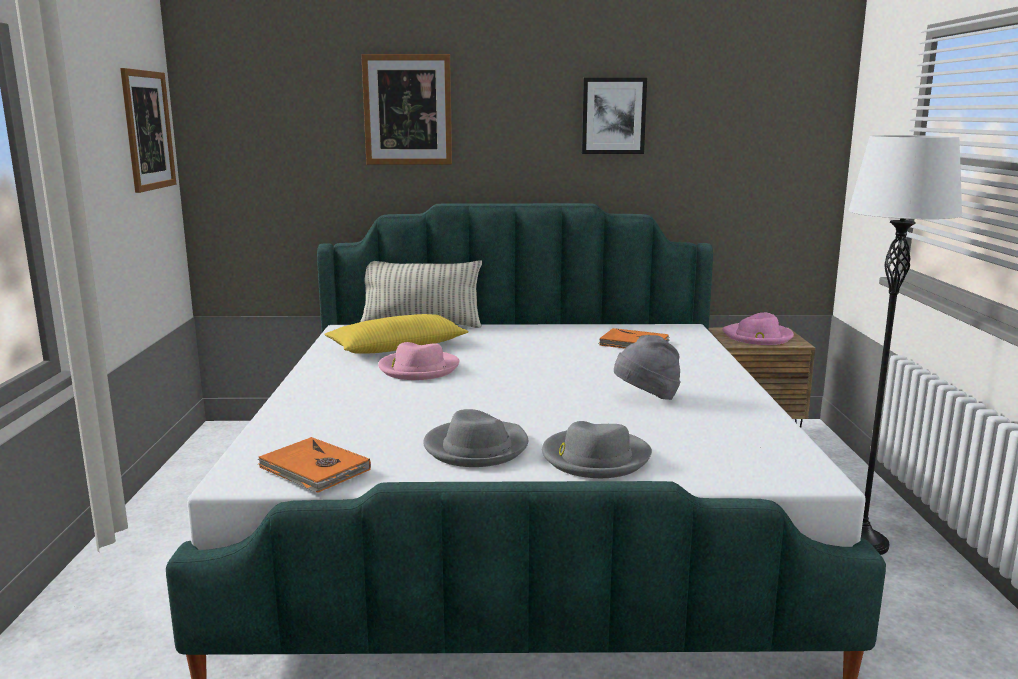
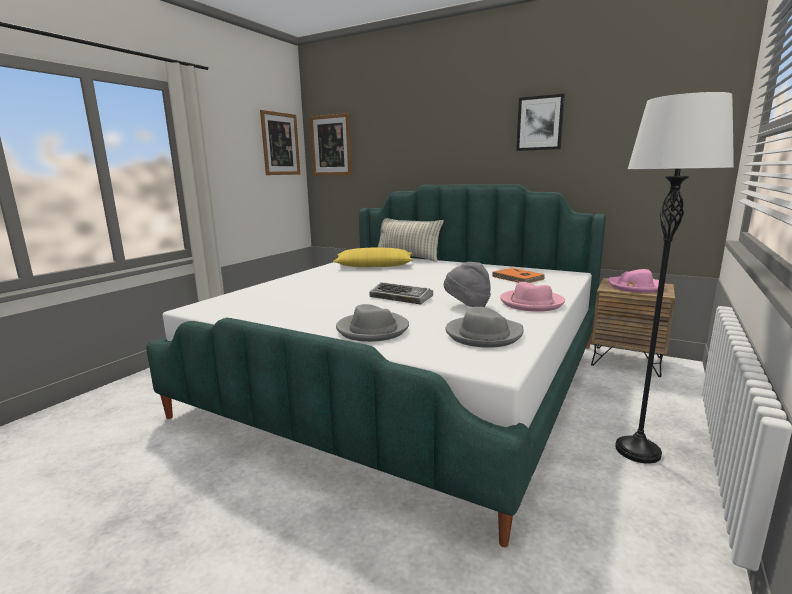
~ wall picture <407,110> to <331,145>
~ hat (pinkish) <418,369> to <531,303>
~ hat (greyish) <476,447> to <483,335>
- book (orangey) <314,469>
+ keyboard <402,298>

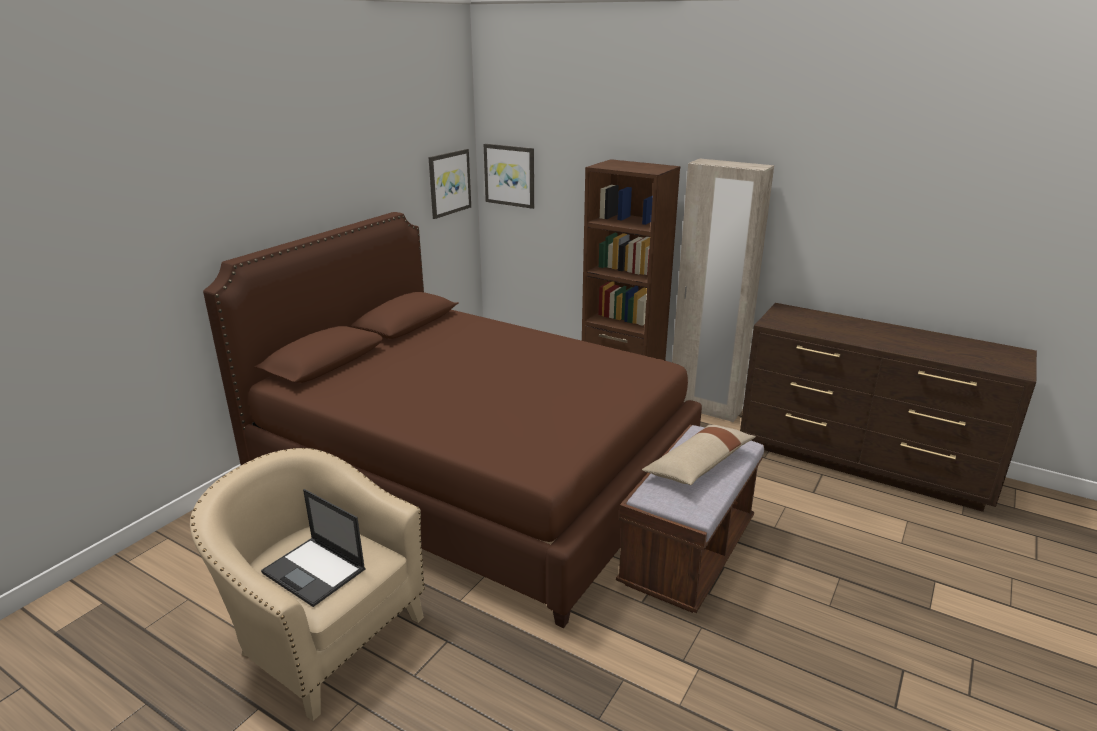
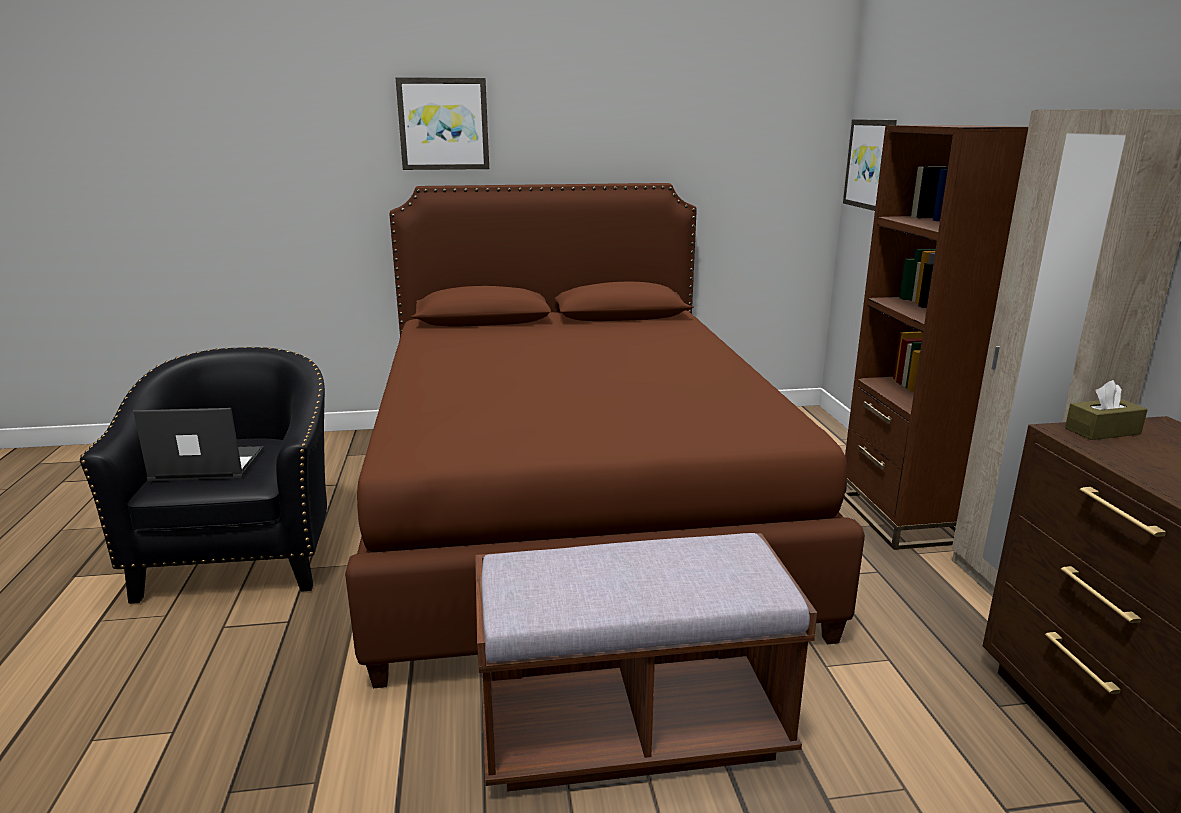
~ wall picture <449,183> to <443,124>
- pillow (beige) <699,465>
~ easy chair (beige) <323,636> to easy chair (blackish) <245,555>
~ portable computer <315,571> = <206,465> 90 degrees clockwise
+ tissue holder (brown-coloured) <1102,431>

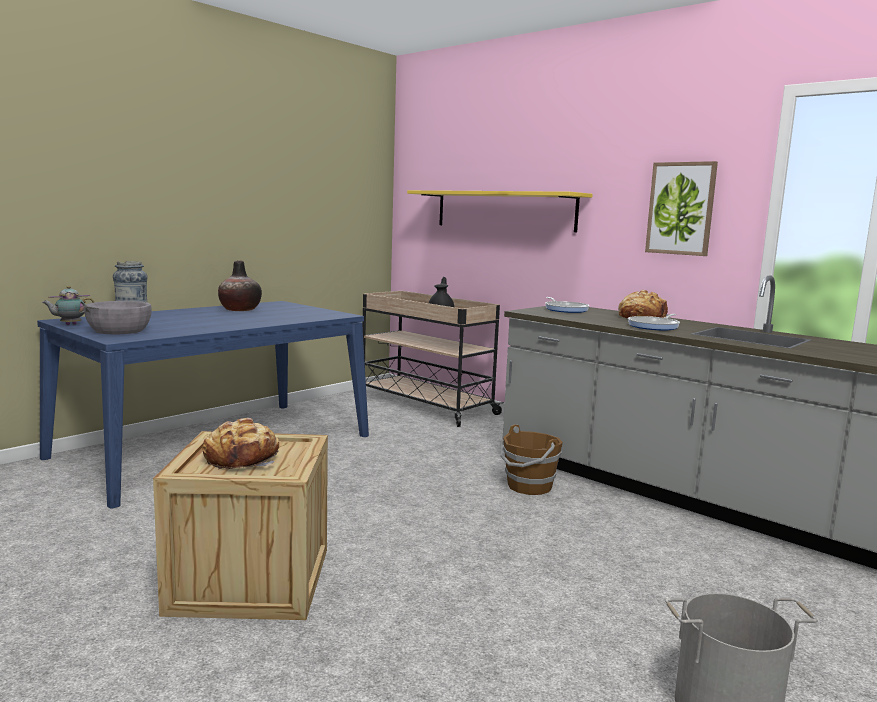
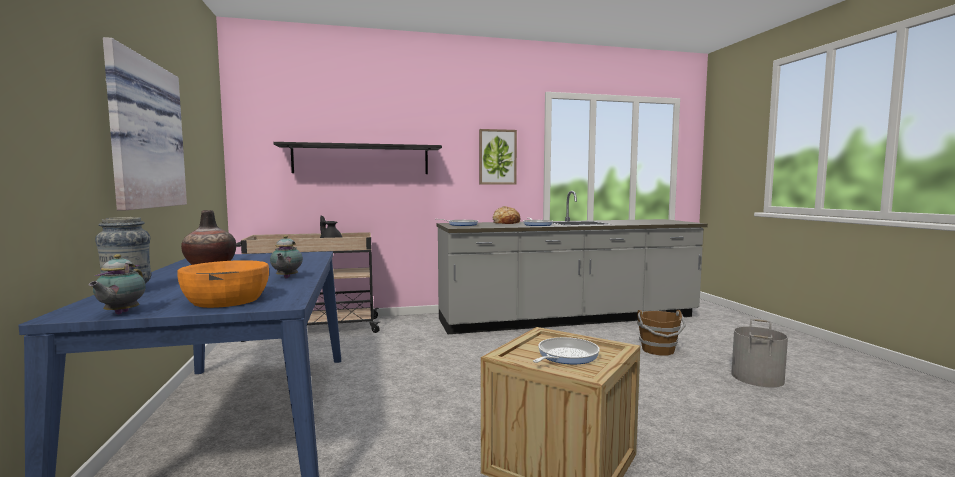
~ wall shelf (yellow-coloured) <504,210> to wall shelf (blackish) <361,160>
~ bowl (greyish) <119,330> to bowl (orangey) <227,300>
~ bakery bread <242,459> to frying pan <565,356>
~ bucket (brown-coloured) <528,486> to <658,350>
+ wall picture <141,134>
+ teapot <286,278>

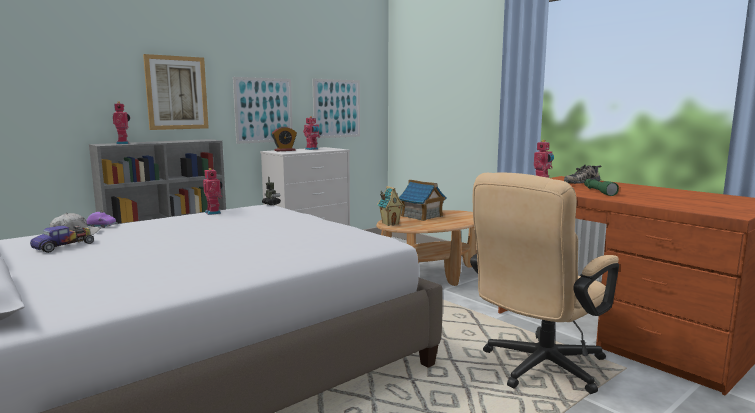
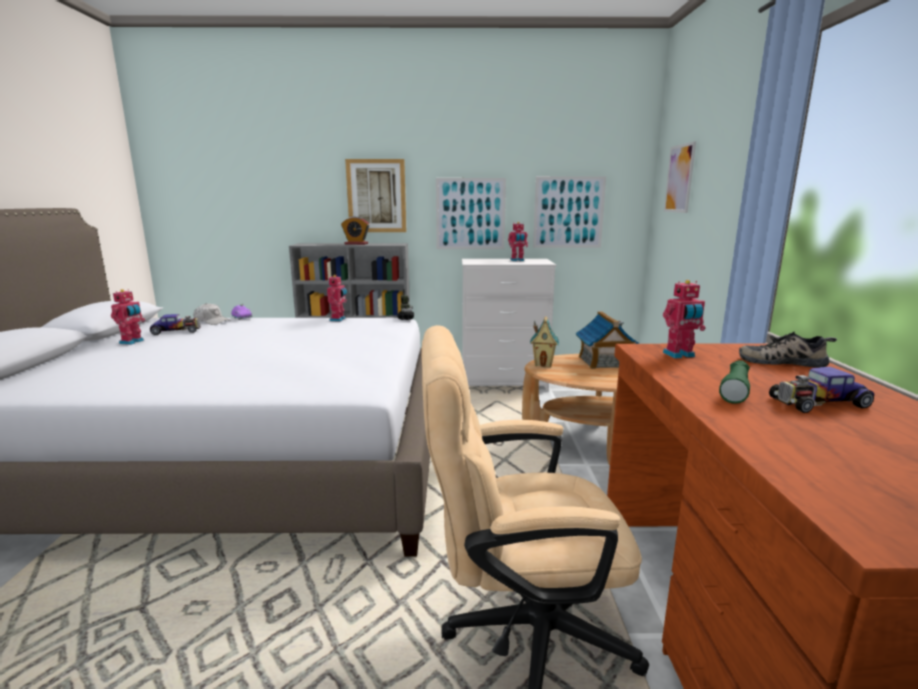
~ robot figure <123,143> to <132,342>
~ table clock <284,150> to <356,244>
+ wall picture <679,178>
+ model car <817,402>

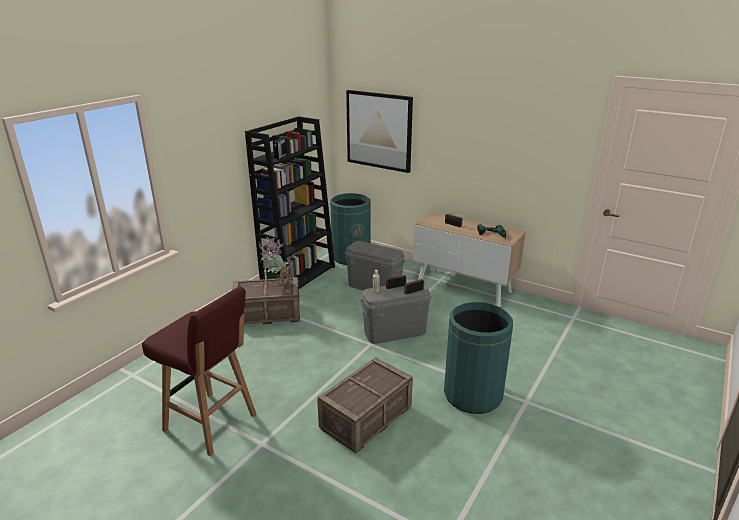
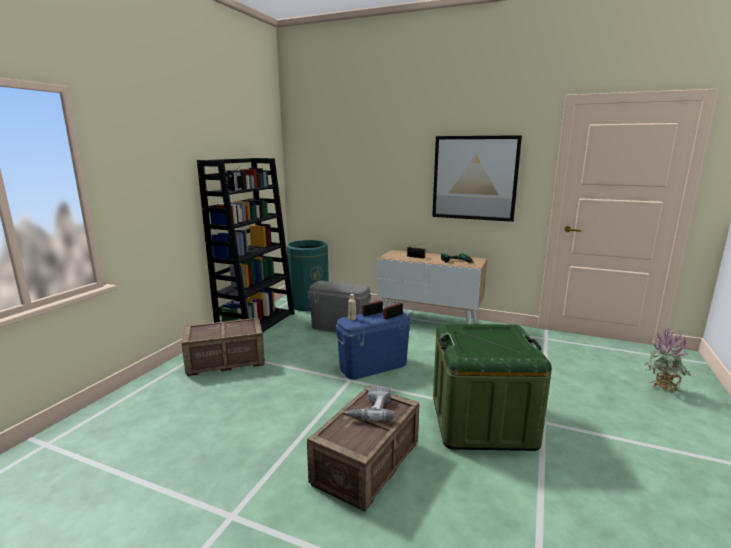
~ wall picture <379,130> to <474,178>
~ potted plant <277,285> to <662,391>
~ storage container (greyish) <395,332> to storage container (bluish) <373,366>
- sitting stool (reddish) <211,424>
~ rubbish bin (greenish) <472,395> to storage container (greenish) <482,421>
+ electric drill <370,409>

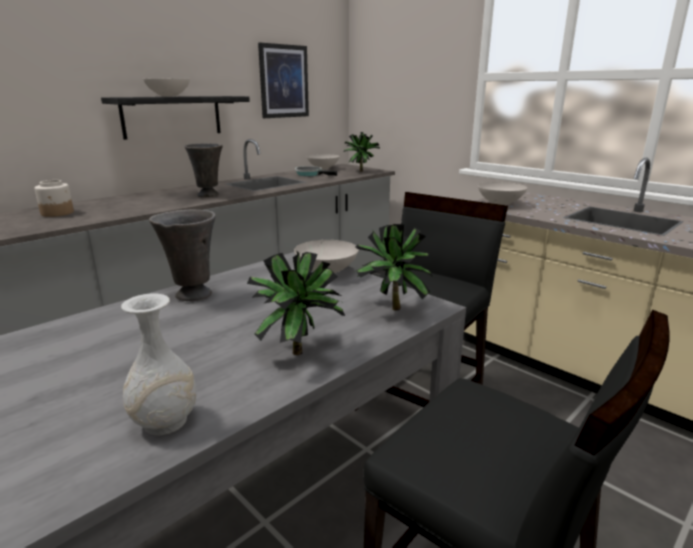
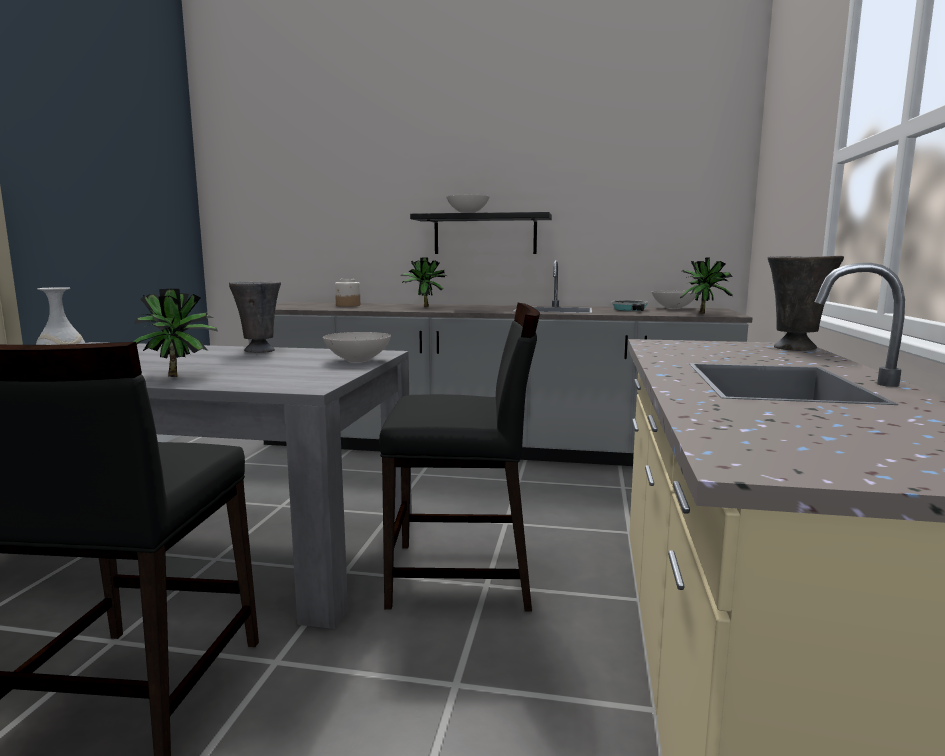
- wall picture <284,81>
~ flower vase (greyish) <209,195> to <795,349>
- bowl (white) <499,204>
~ potted plant <390,310> to <423,307>

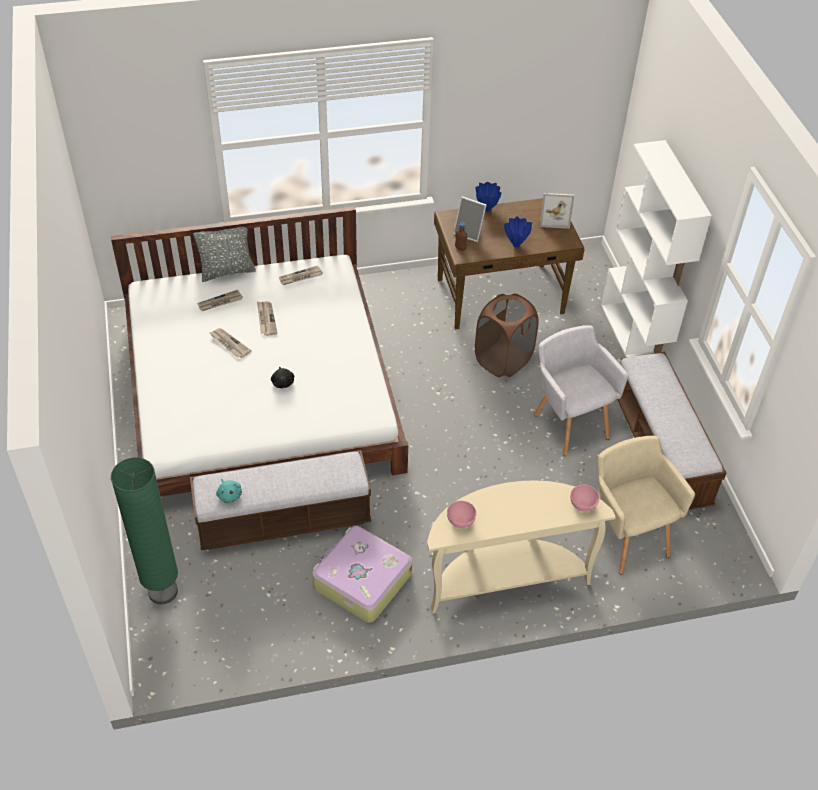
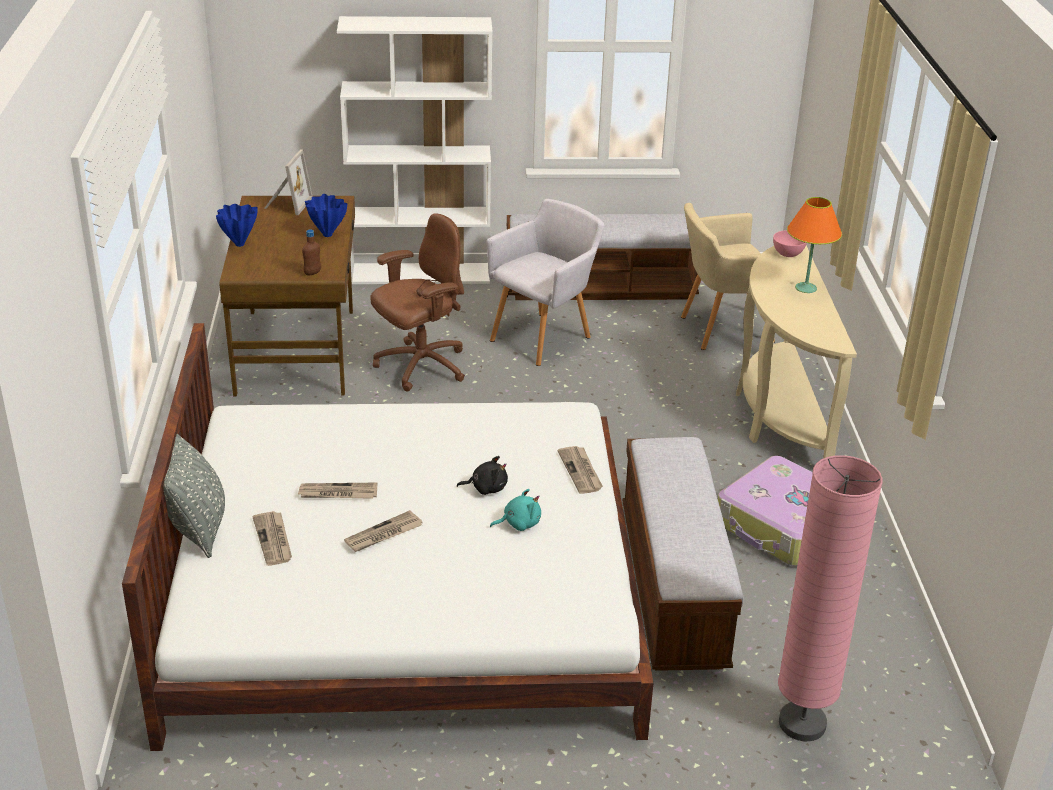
- picture frame <469,233>
~ newspaper <300,277> to <581,471>
~ laundry basket (brown-coloured) <503,360> to computer chair (brown-coloured) <420,366>
~ easy chair (greyish) <569,423> = <544,337> 150 degrees clockwise
~ standing lamp (greenish) <163,592> to standing lamp (pinkish) <802,724>
~ plush toy (turquoise) <229,495> to <519,523>
- bowl (pinkish) <460,521>
+ lamp for a table (orangey) <806,288>

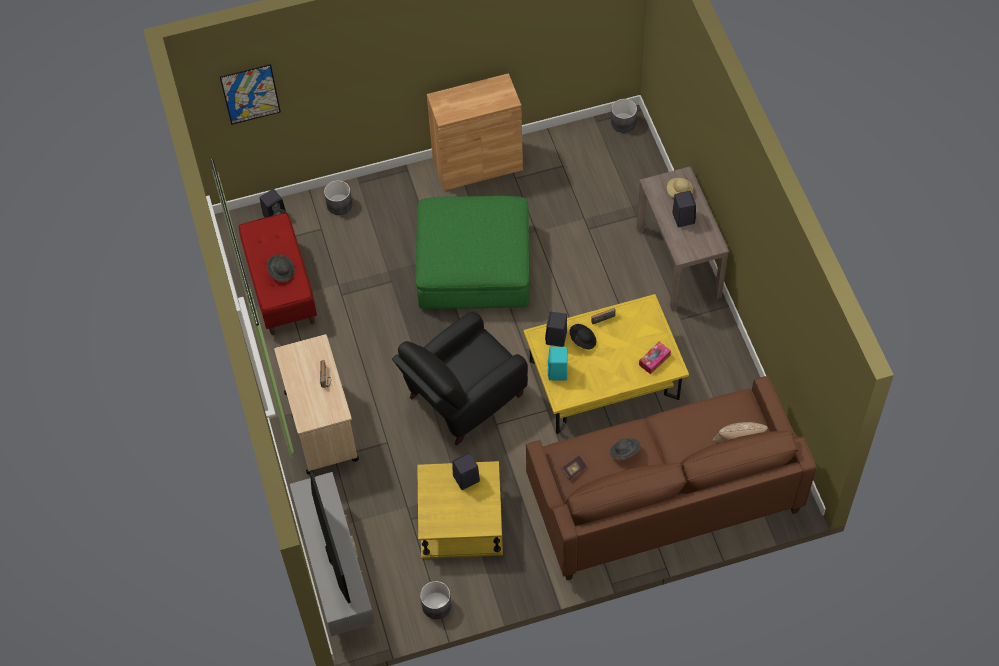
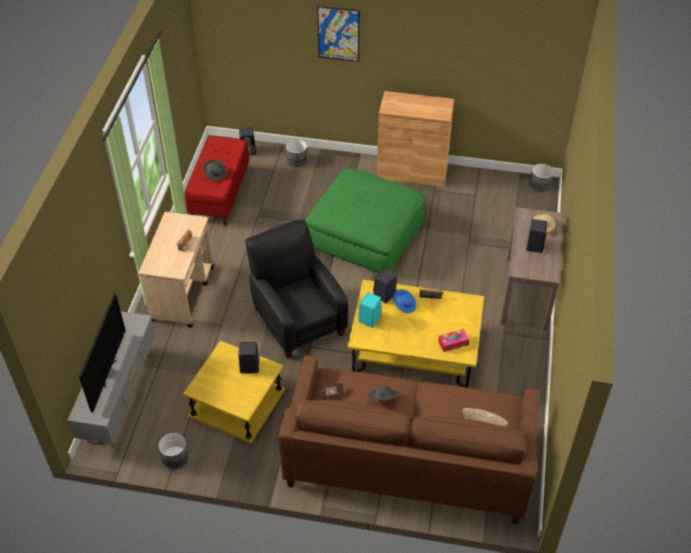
~ wall picture <250,94> to <338,34>
~ easy chair (blackish) <462,398> = <297,318> 75 degrees clockwise
~ hat (blackish) <582,340> to hat (bluish) <404,305>

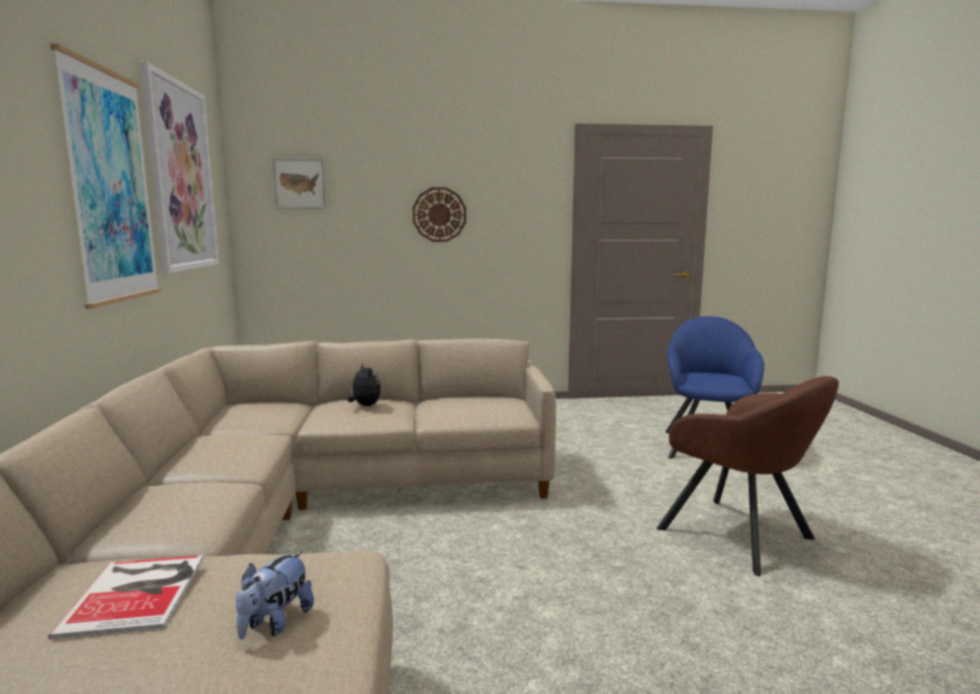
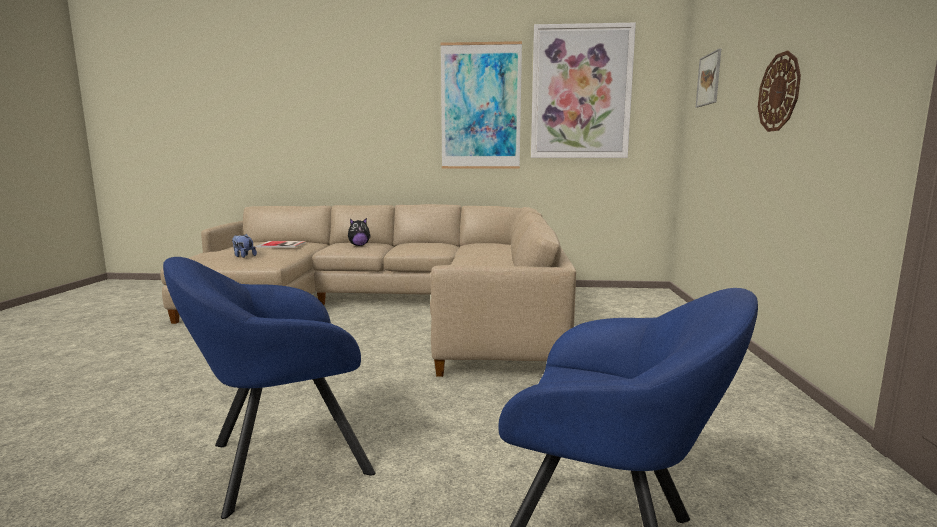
~ plush toy <365,405> to <359,245>
~ easy chair (brown-coloured) <742,536> to easy chair (bluish) <280,461>

